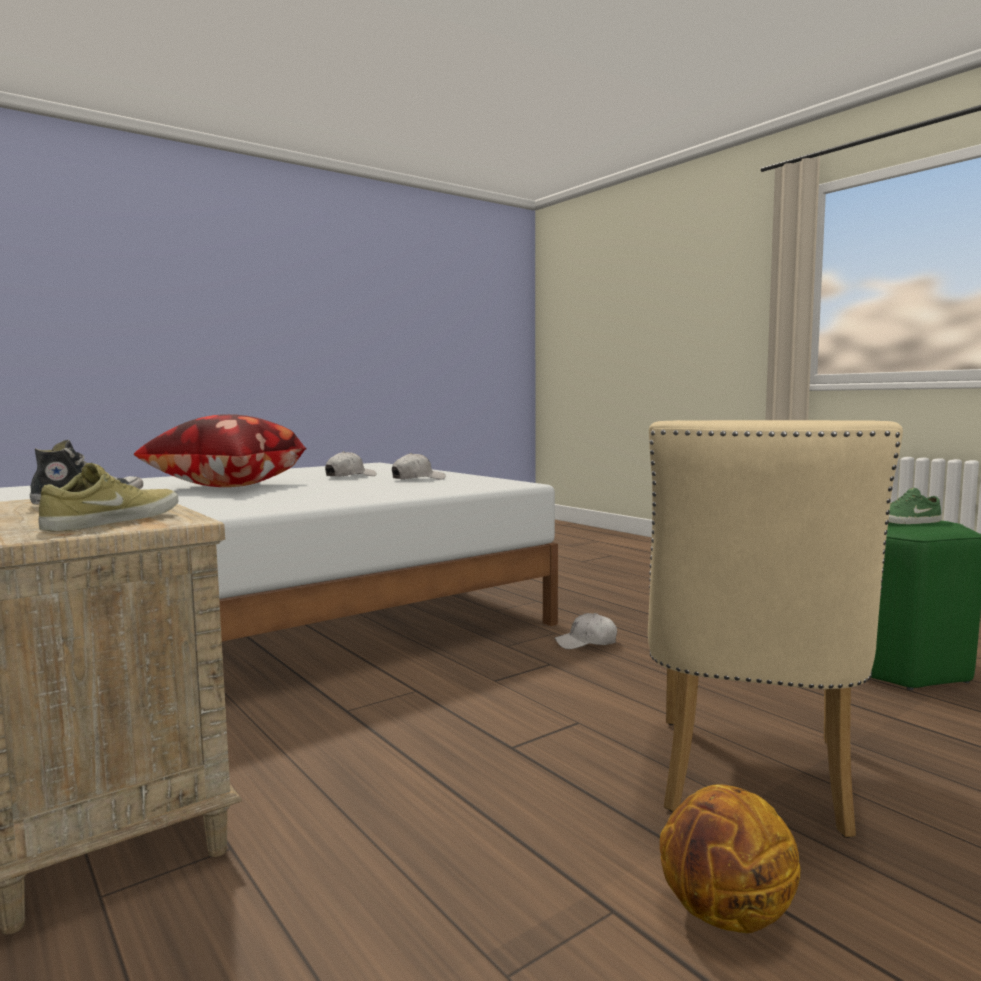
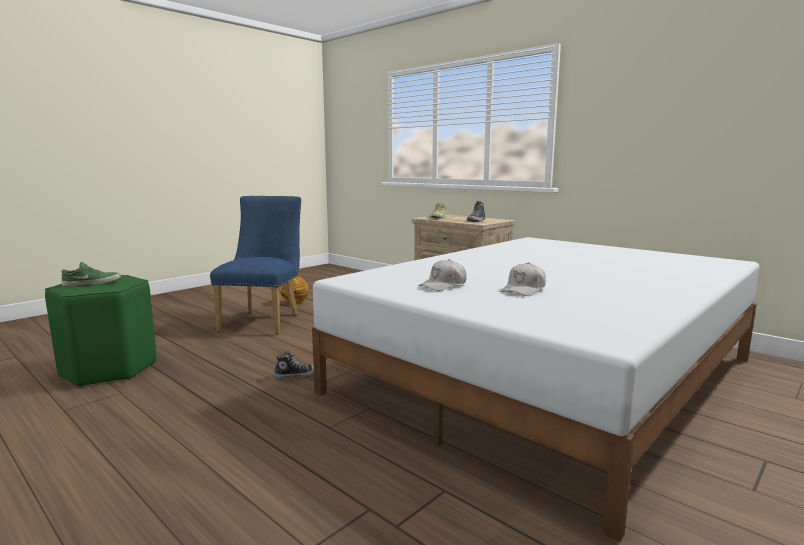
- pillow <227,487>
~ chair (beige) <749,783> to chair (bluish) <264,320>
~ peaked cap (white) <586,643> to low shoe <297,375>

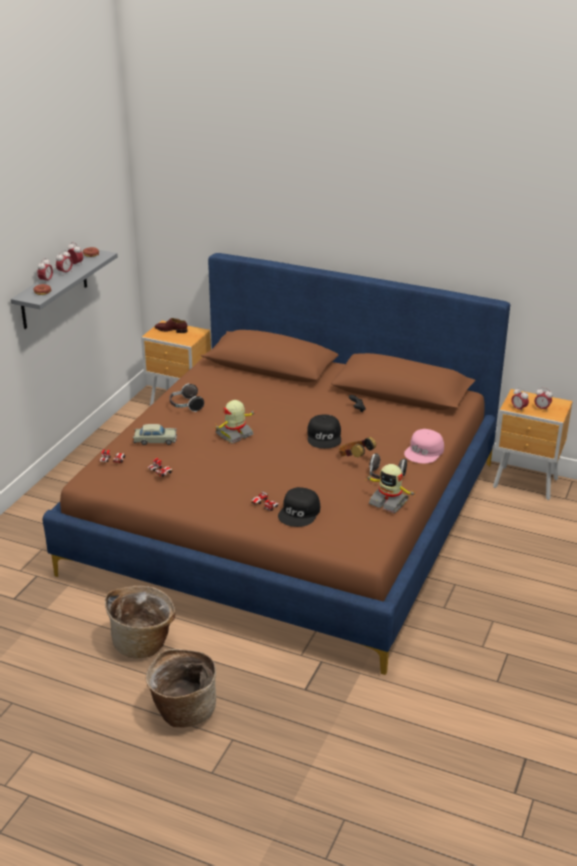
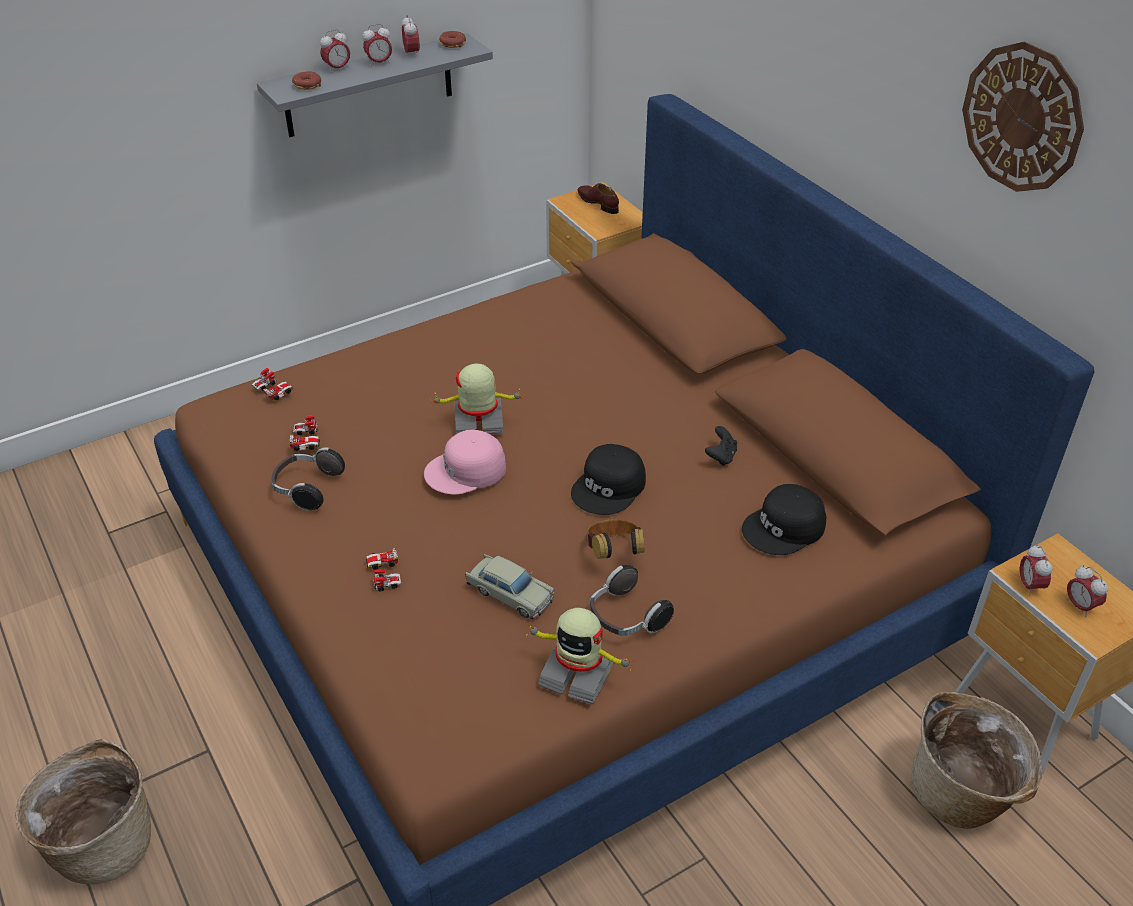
~ pair of headphones <185,406> to <307,488>
~ model car (beige) <155,440> to <510,593>
~ peaked cap (pinkish) <424,452> to <466,471>
~ robot figure <389,502> = <577,673> 45 degrees counterclockwise
~ peaked cap (blackish) <300,512> to <785,528>
~ household basket <143,643> to <962,794>
+ clock on the wall <1022,117>

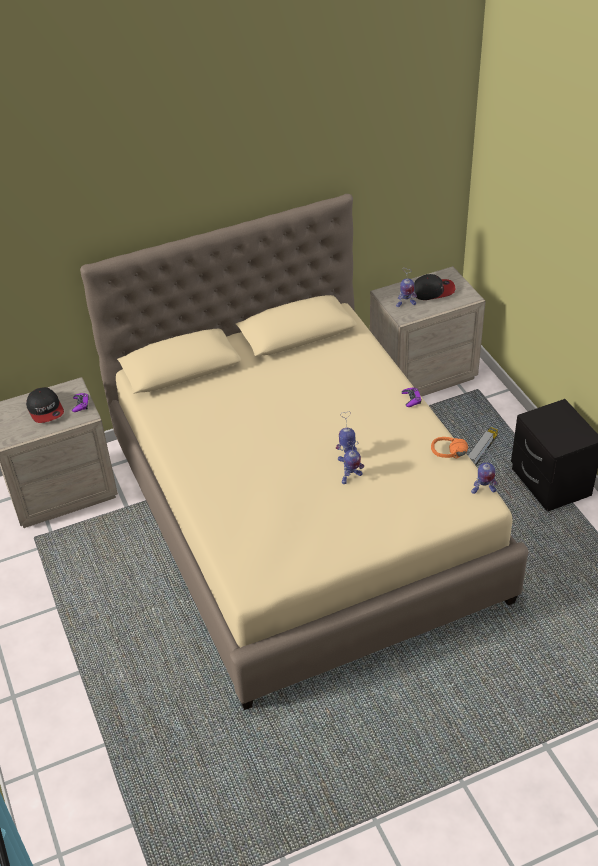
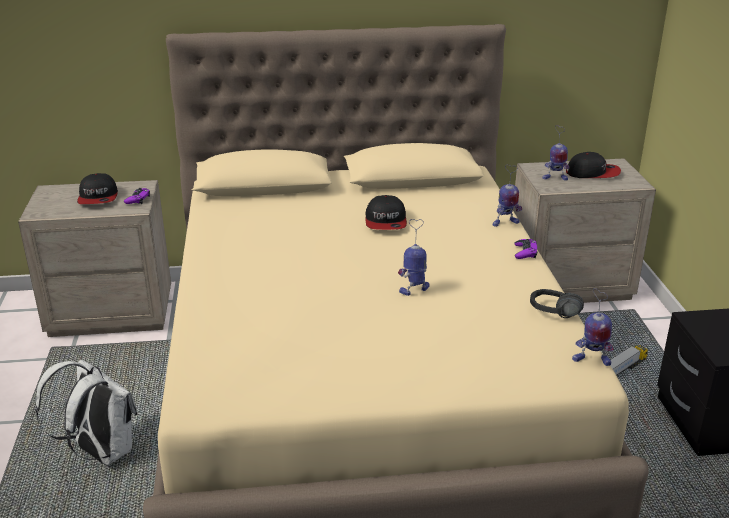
~ pair of headphones (orangey) <449,456> to pair of headphones (blackish) <554,315>
~ robot figure <351,477> to <505,223>
+ peaked cap <386,221>
+ knapsack (white) <101,452>

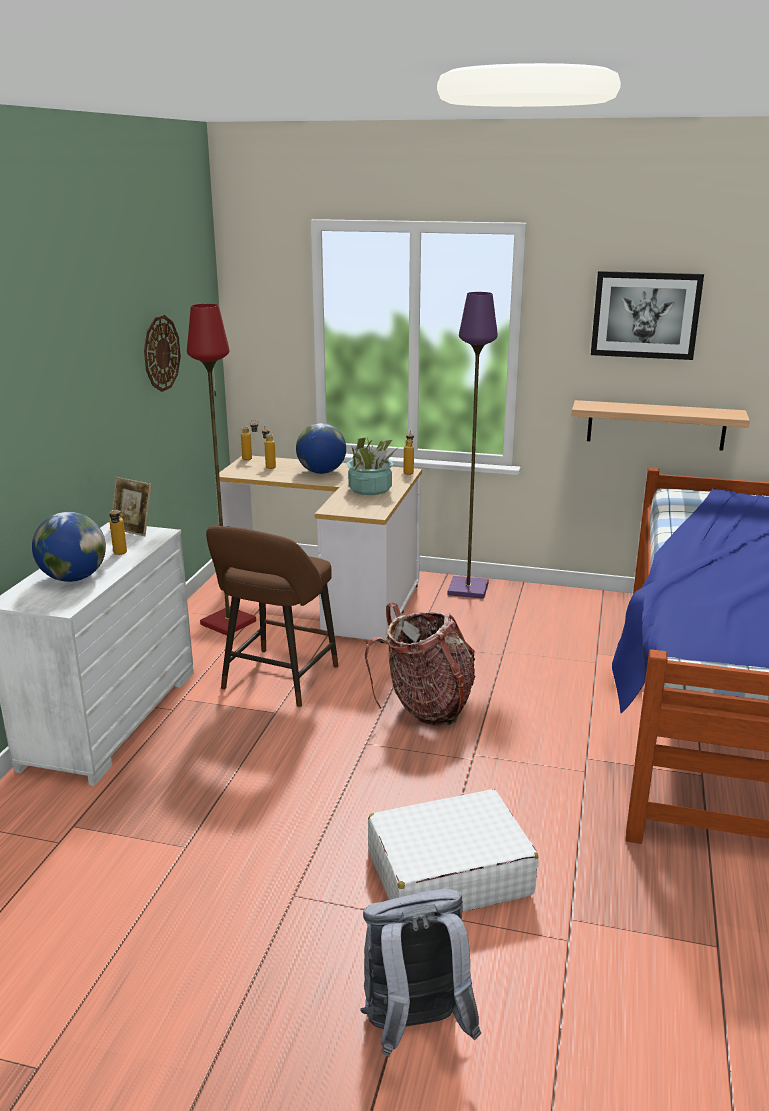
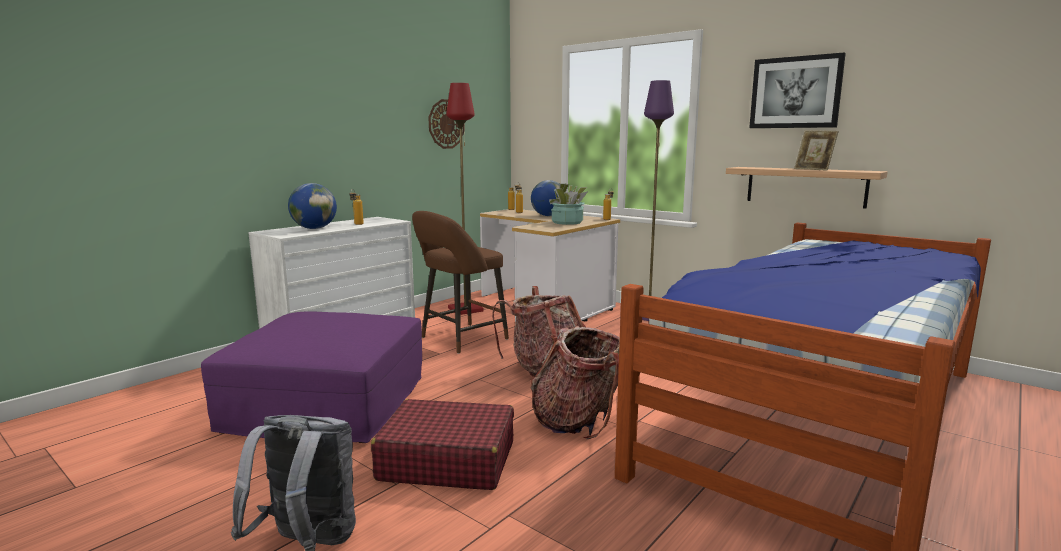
~ picture frame <133,530> to <813,169>
~ travel case (white) <448,874> to travel case (reddish) <447,461>
+ pouffe (purple-coloured) <327,404>
+ knapsack <581,421>

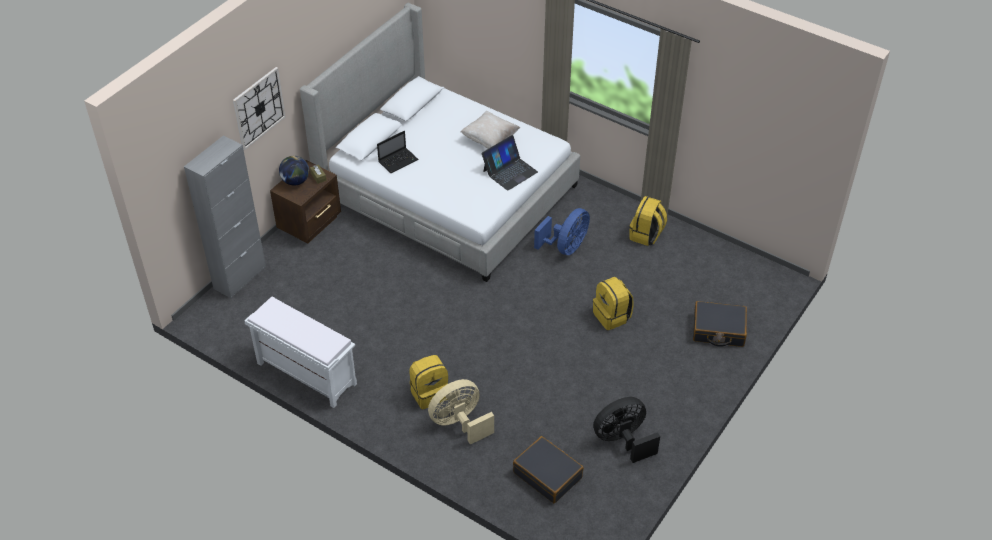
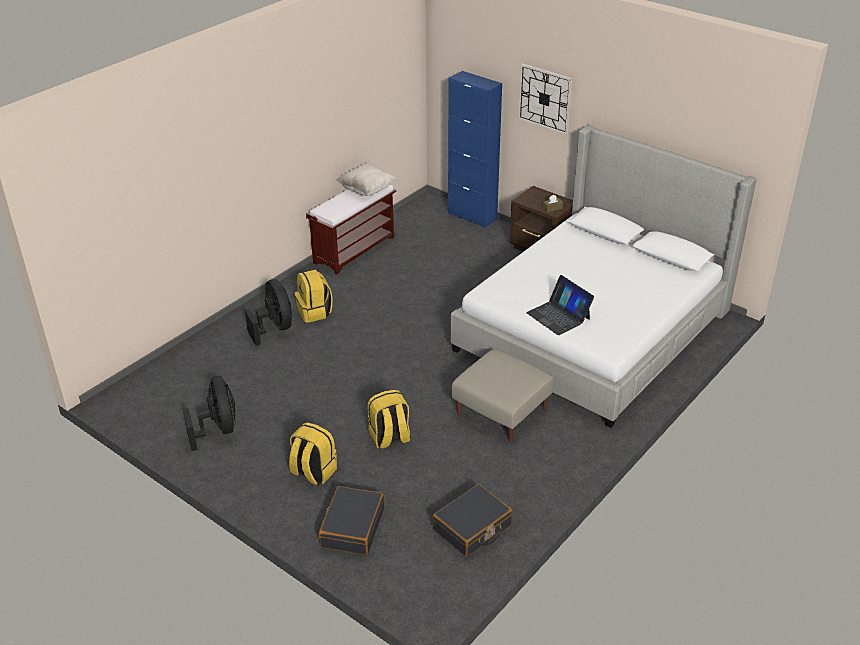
~ pillow (beige) <490,139> to <367,190>
- portable computer <398,160>
~ storage cabinet (greyish) <240,277> to storage cabinet (bluish) <472,216>
- world globe <295,181>
~ knapsack (yellow-coloured) <646,235> to <313,472>
~ cooling fan (bluish) <566,247> to pouffe (beige) <502,411>
~ indoor bench (white) <305,373> to indoor bench (brown-coloured) <354,249>
~ cooling fan (beige) <460,423> to cooling fan (blackish) <274,328>
~ travel case (blackish) <548,475> to <472,528>

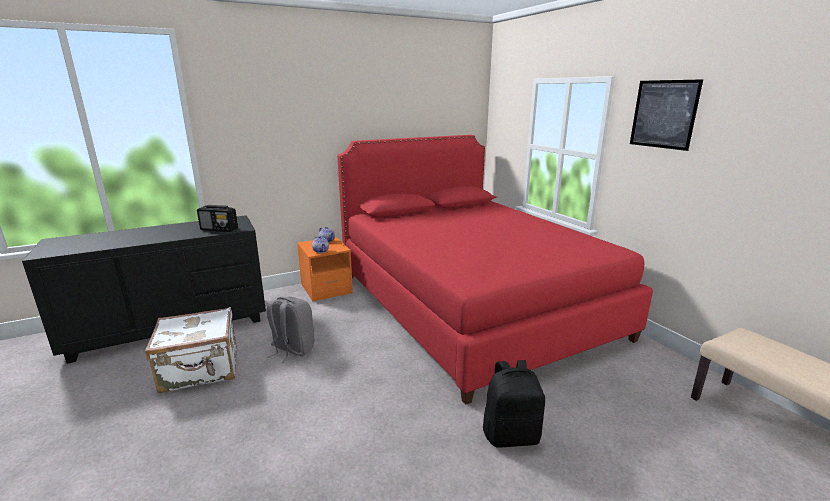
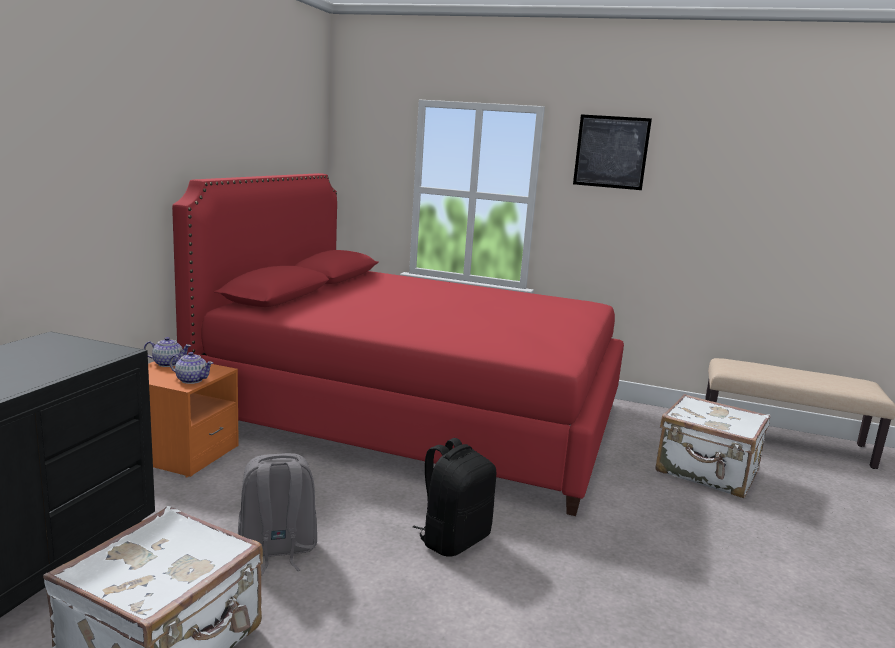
- radio receiver <219,229>
~ knapsack (blackish) <511,435> to <453,539>
+ travel case (white) <707,473>

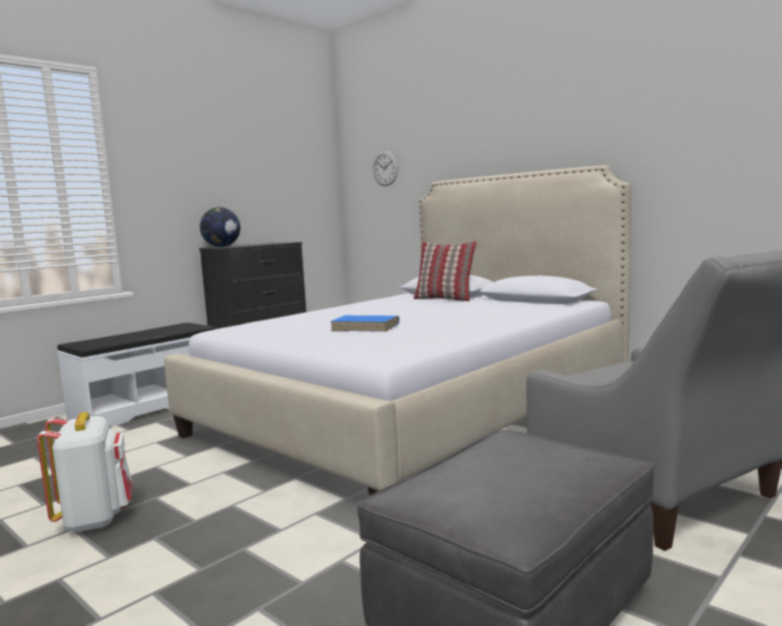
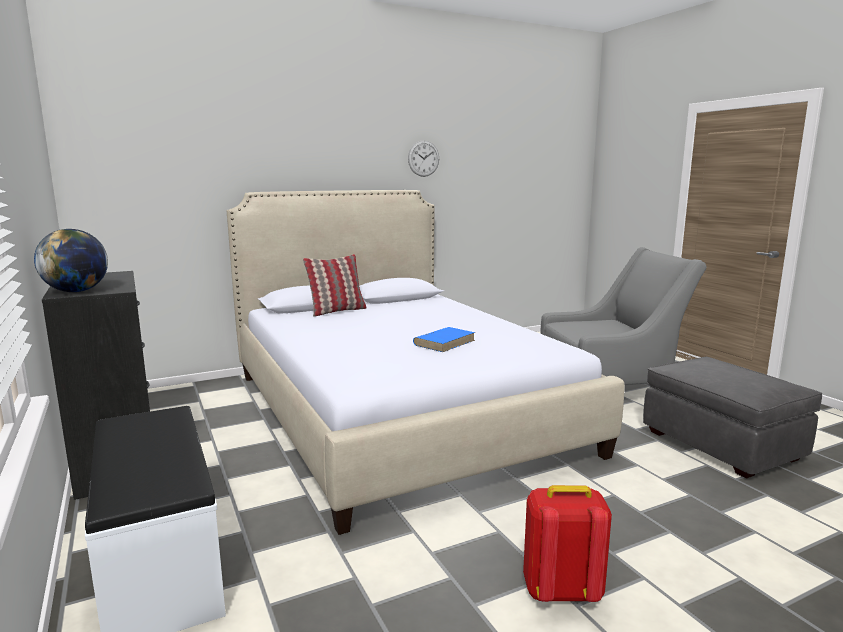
~ clock on the wall <385,168> to <423,158>
~ knapsack (white) <95,520> to knapsack (reddish) <561,591>

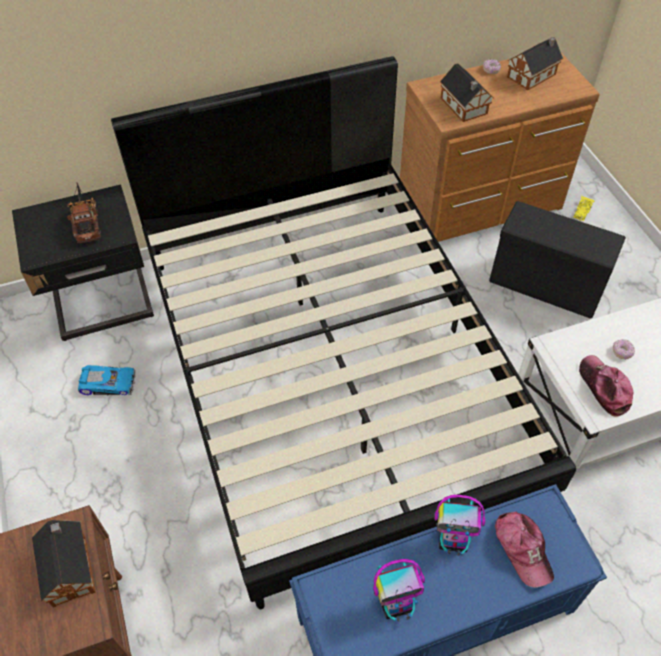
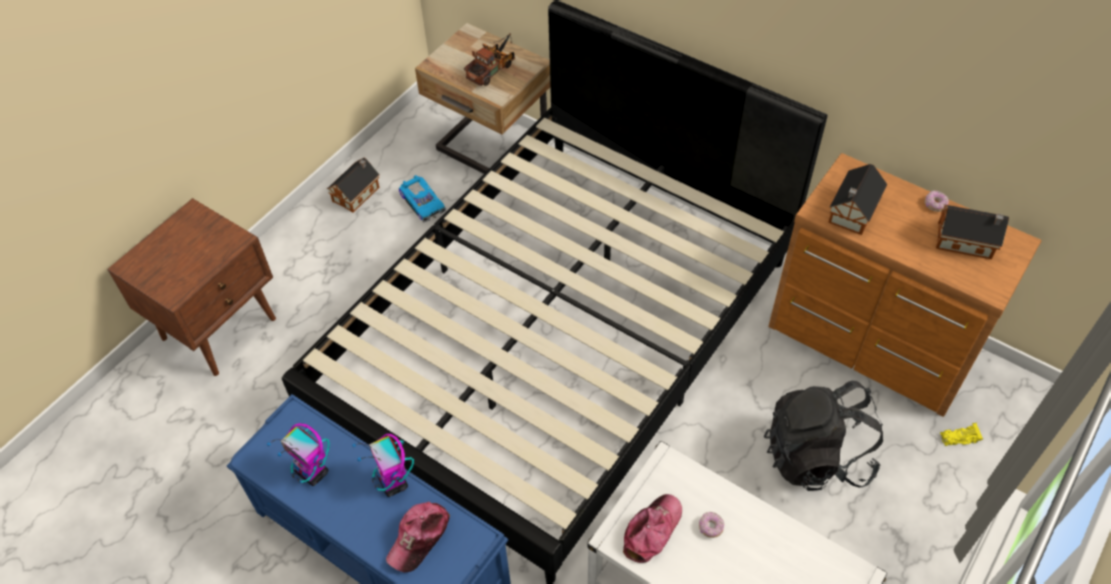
~ bedside table (blackish) <104,305> to bedside table (beige) <490,150>
~ storage container (blackish) <547,285> to knapsack (blackish) <816,456>
~ toy house <69,567> to <357,193>

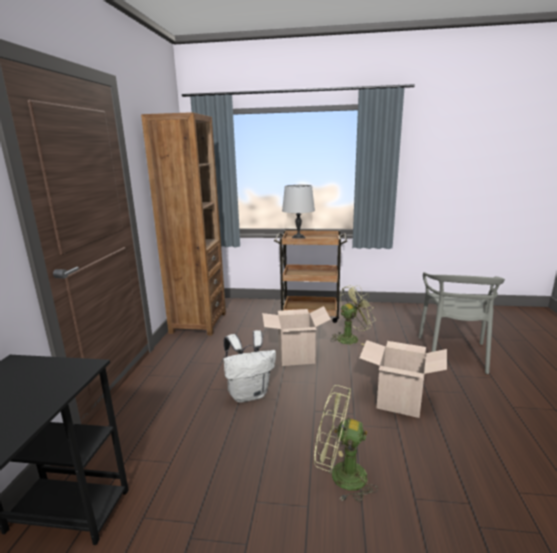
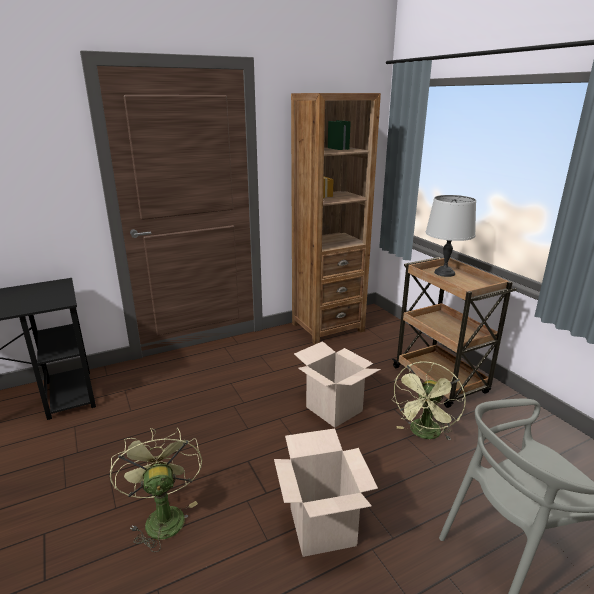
~ cooling fan (greenish) <351,338> = <424,434> 90 degrees clockwise
- knapsack (white) <249,394>

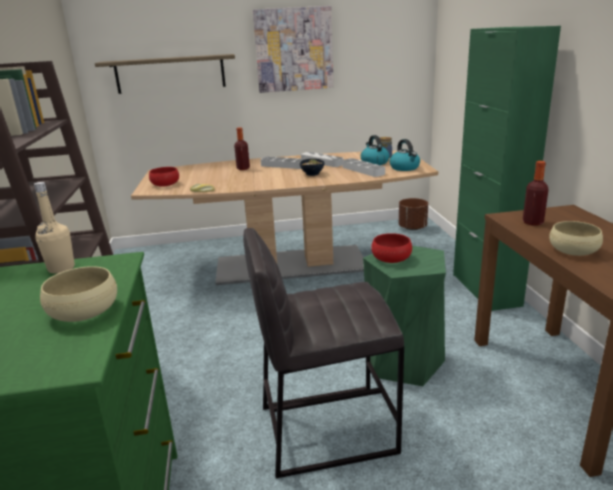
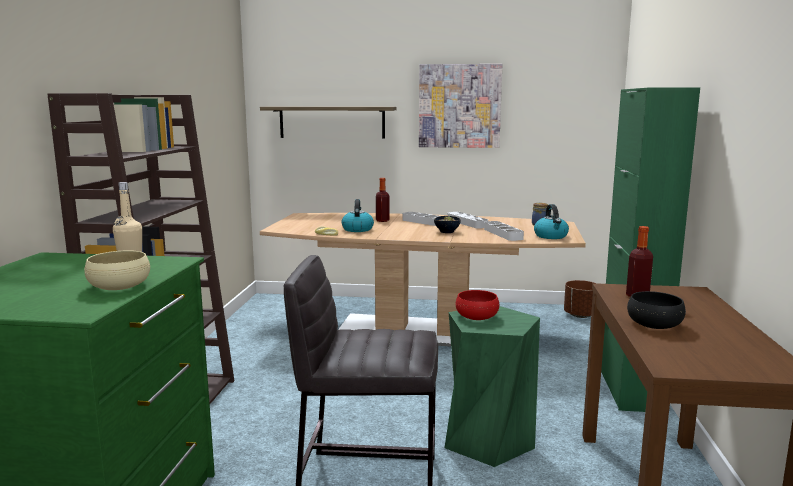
~ water kettle <374,162> to <357,229>
- bowl (reddish) <165,184>
~ bowl (beige) <573,250> to bowl (blackish) <654,324>

